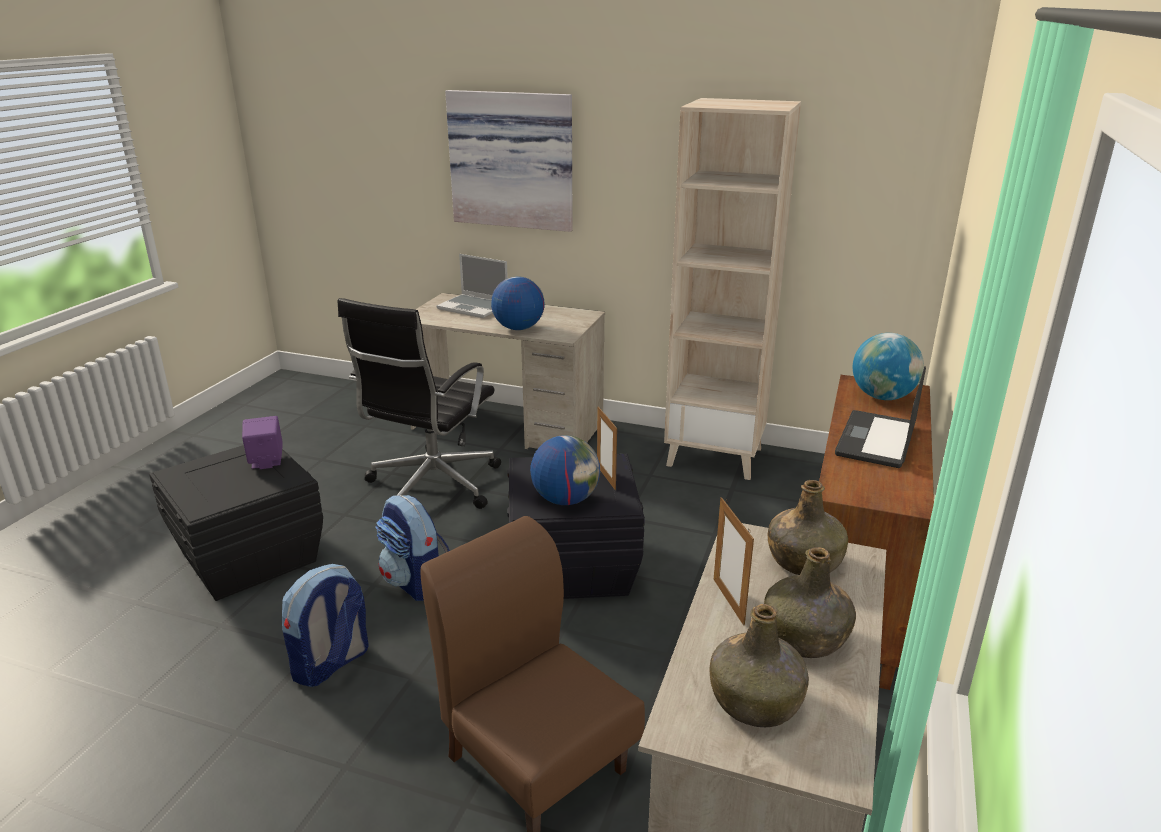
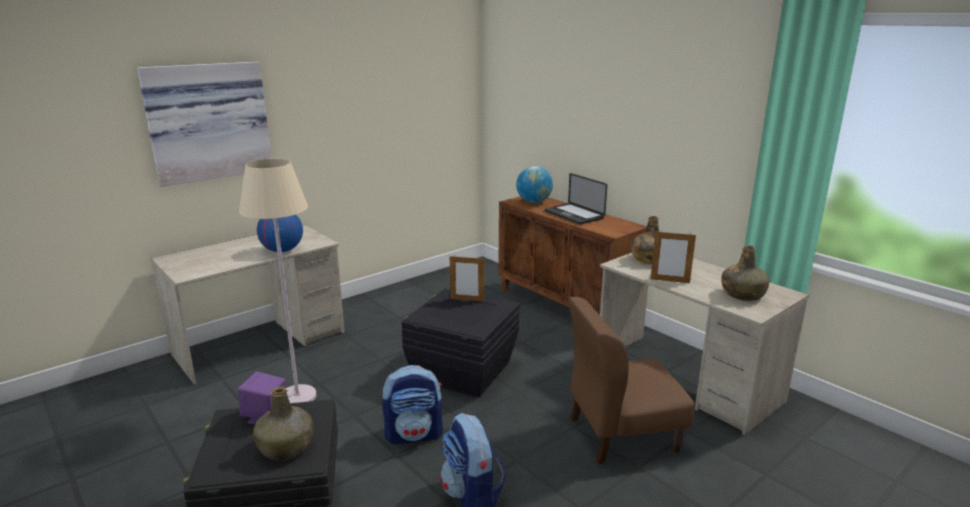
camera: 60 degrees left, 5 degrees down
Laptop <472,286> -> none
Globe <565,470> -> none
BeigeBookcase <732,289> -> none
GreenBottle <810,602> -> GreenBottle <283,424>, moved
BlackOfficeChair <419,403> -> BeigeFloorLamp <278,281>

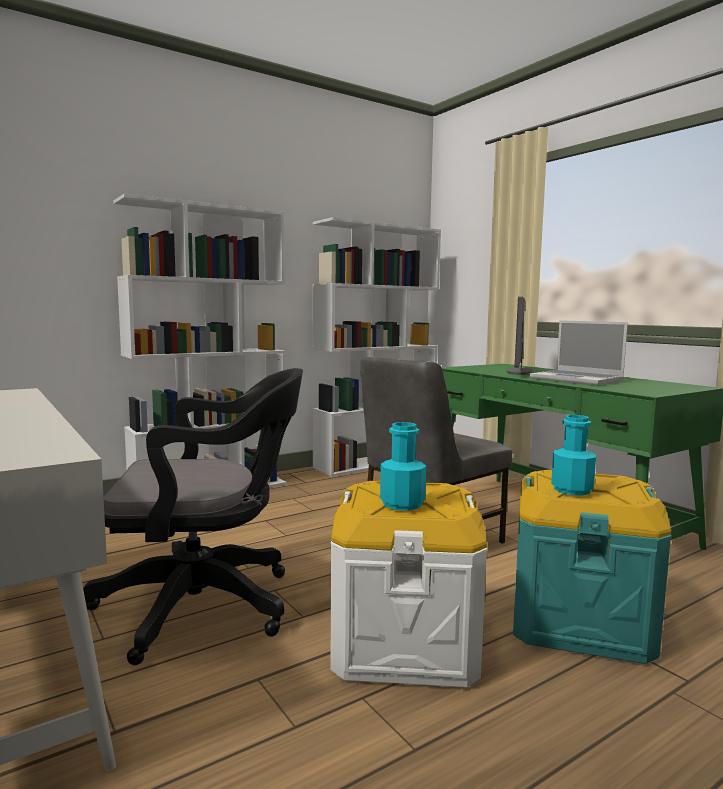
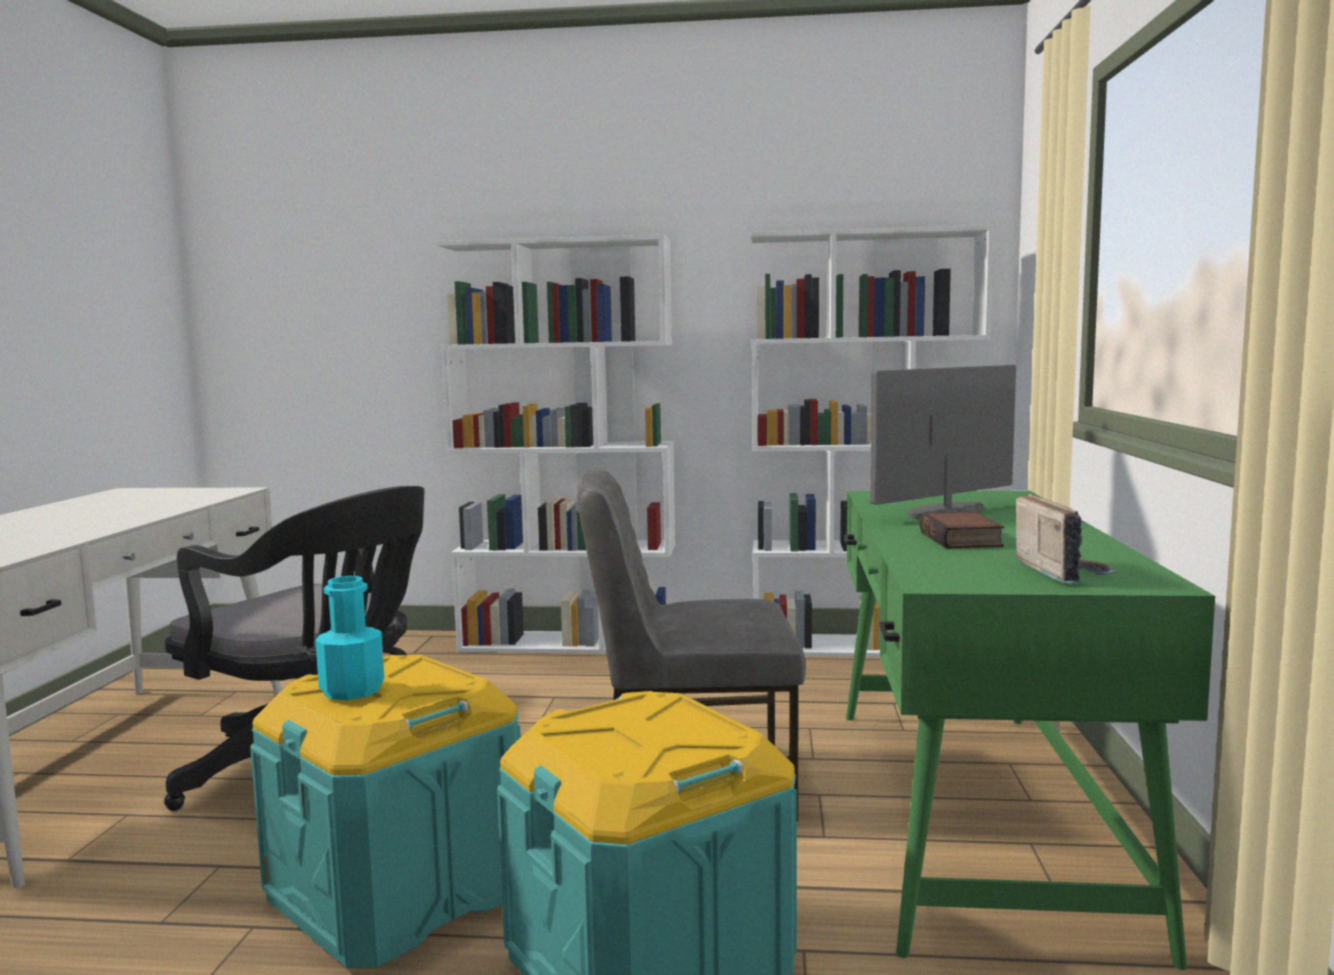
camera: 40 degrees right, 0 degrees up
TurquoiseBottle <573,455> -> none
none -> Radio <1067,538>
Laptop <579,353> -> Book <962,530>
WhiteStorageBox <408,584> -> TurquoiseStorageBox <385,811>

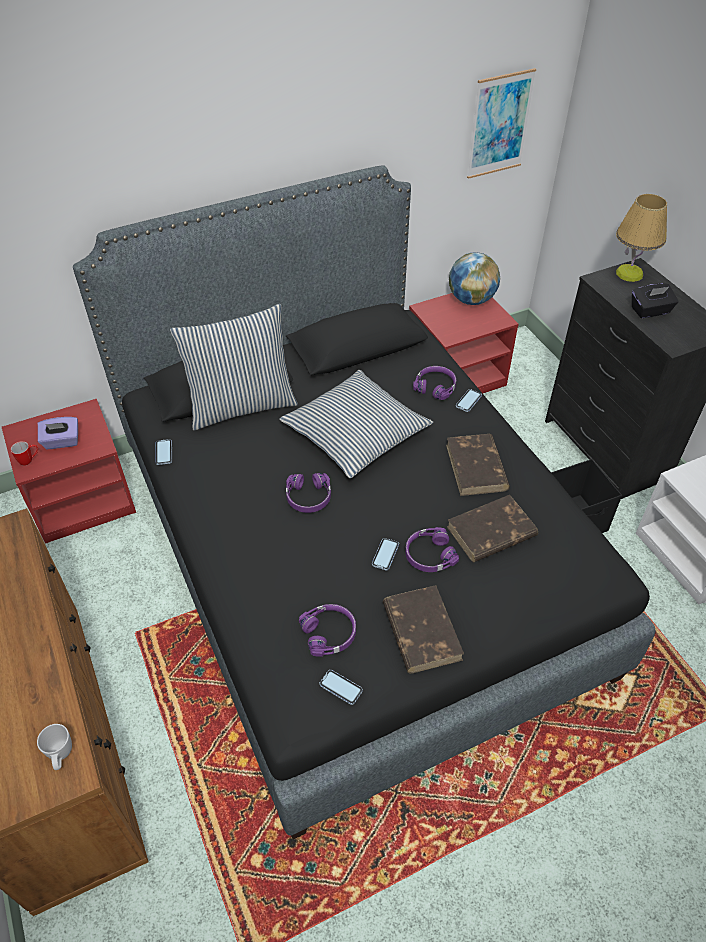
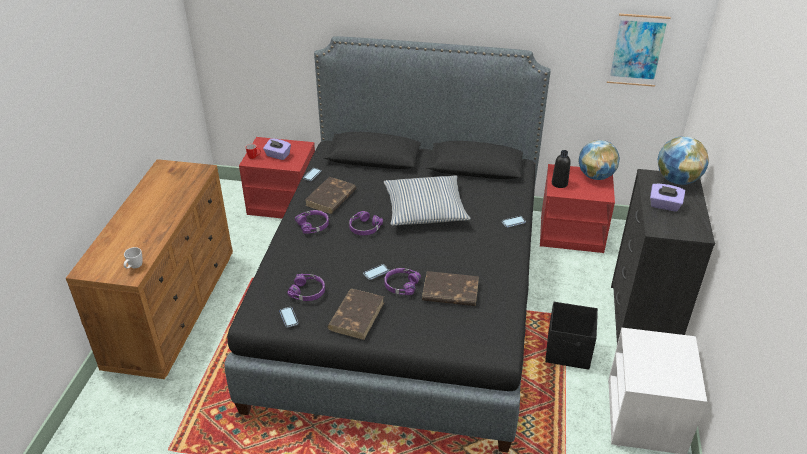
camera: 35 degrees right, 10 degrees down
Pillow <234,367> -> none
none -> BlackBottle <561,169>
PurpleHeadphones <434,383> -> PurpleHeadphones <312,222>, moved
BrownBook <478,465> -> BrownBook <330,195>, moved
TableLamp <641,238> -> Globe <683,160>
BlackTissueBox <655,300> -> PurpleTissueBox <667,198>

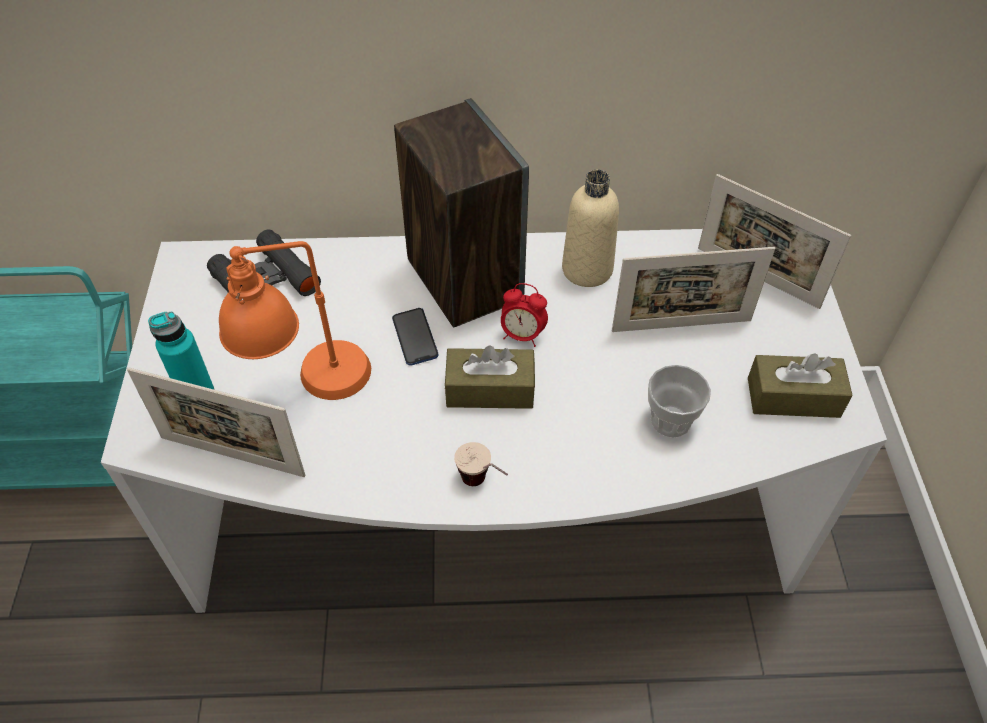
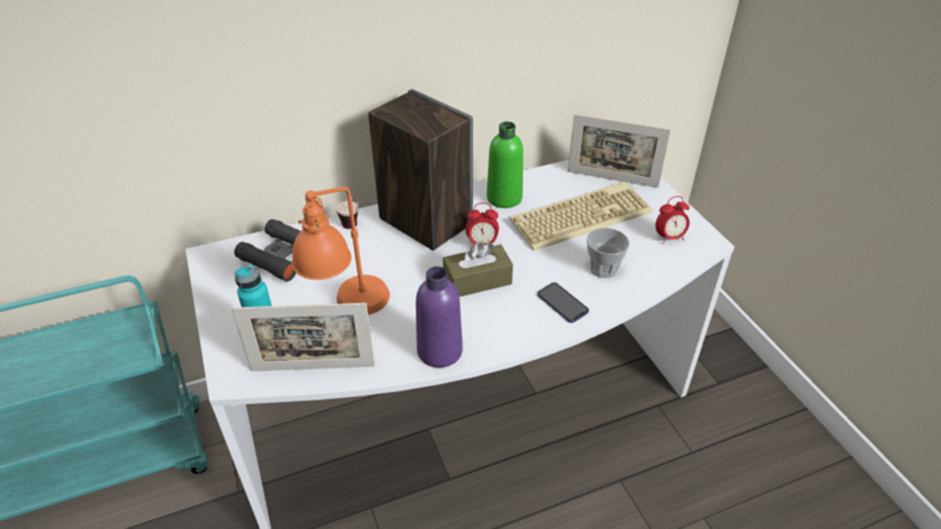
camera: 20 degrees left, 10 degrees down
none -> PurpleBottle <439,317>
Phone <415,337> -> Phone <563,302>, moved
Cup <481,464> -> Cup <353,215>, moved
PictureFrame <693,289> -> Keyboard <581,216>
BrownTissueBox <800,385> -> AlarmClock <672,220>
BeigeBottle <590,228> -> GreenBottle <505,164>

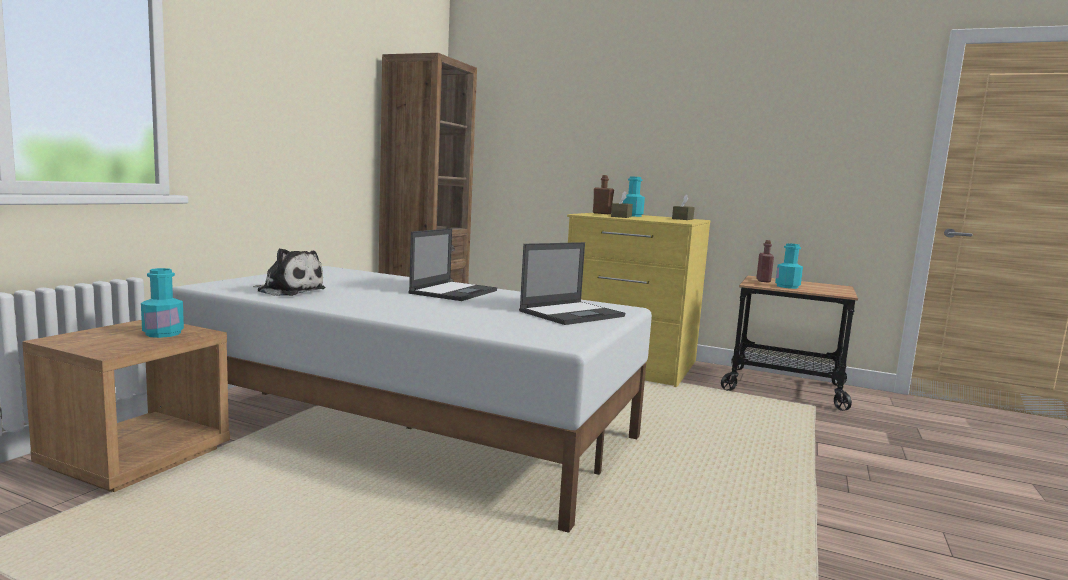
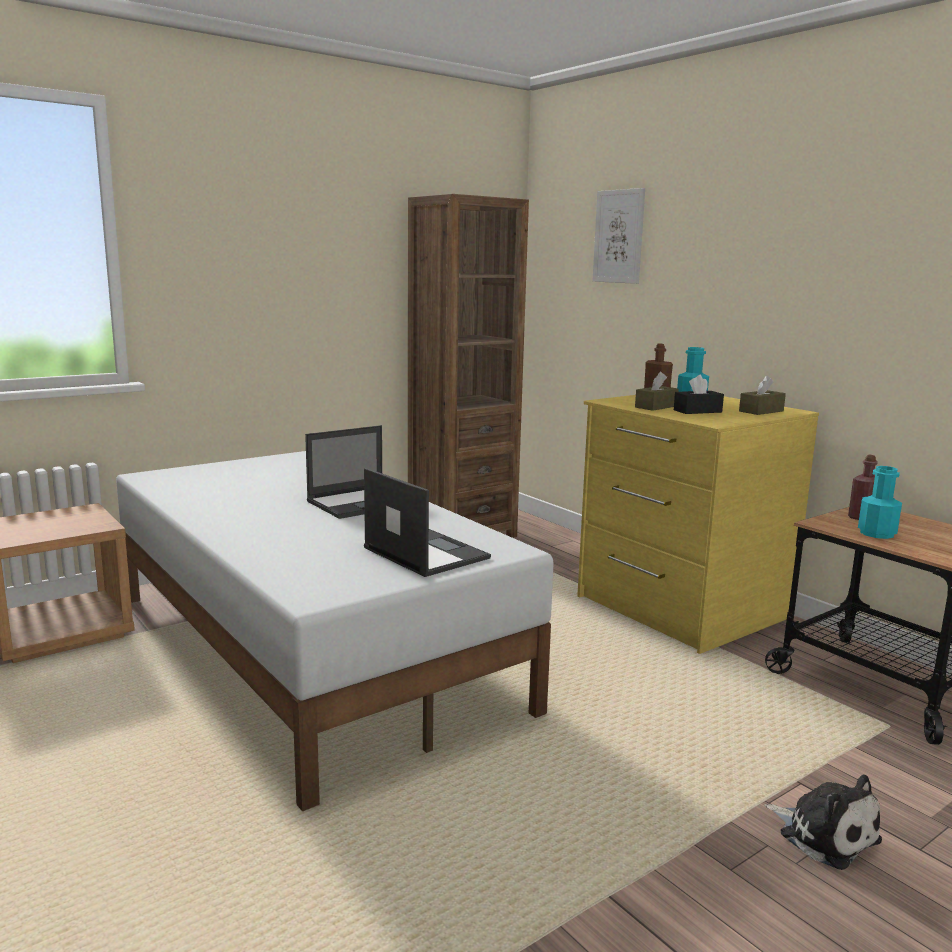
camera: 30 degrees right, 5 degrees up
TurquoiseBottle <162,303> -> none
none -> Picture <619,236>
none -> BlackTissueBox <699,394>
PlushToy <289,272> -> PlushToy <823,822>, moved
Laptop <572,283> -> Laptop <427,522>, 120 degrees counterclockwise

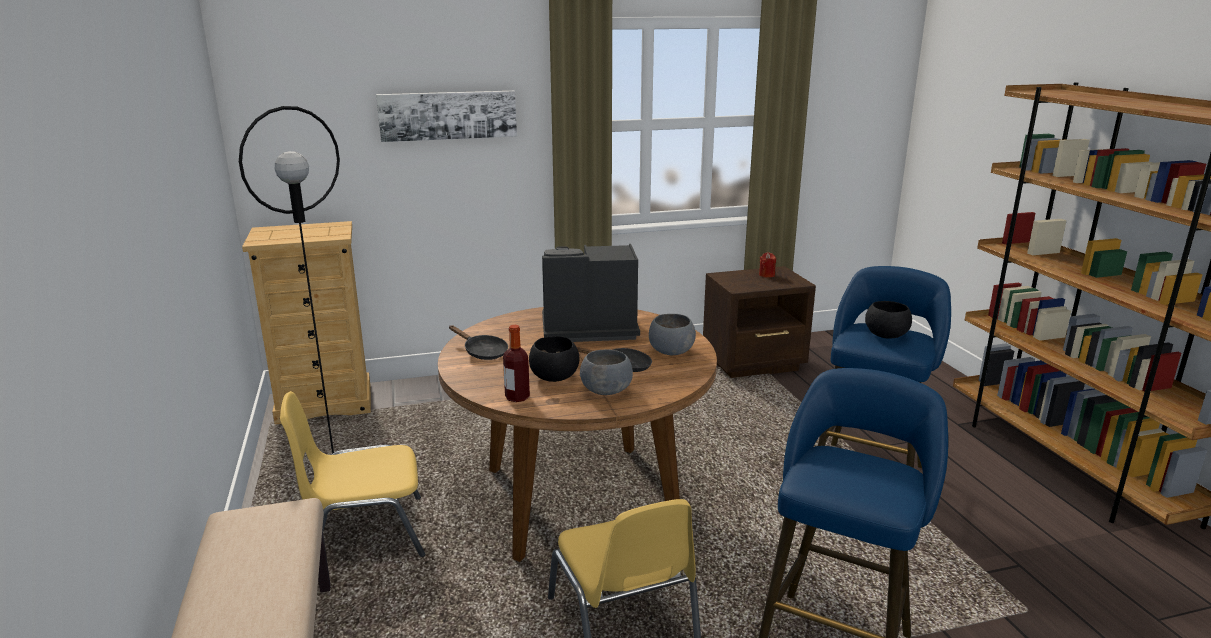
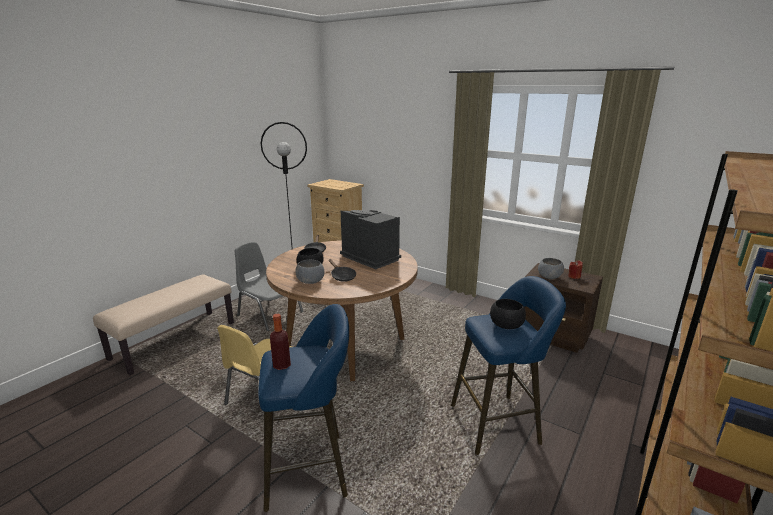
camera: 50 degrees right, 0 degrees up
Picture <446,116> -> none
Bottle <516,363> -> Bottle <280,342>, moved
GreyBowl <672,334> -> GreyBowl <551,268>, moved
YellowChair <352,474> -> GreyChair <269,286>

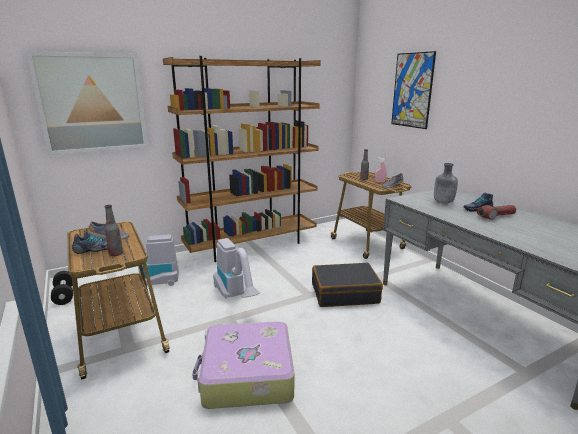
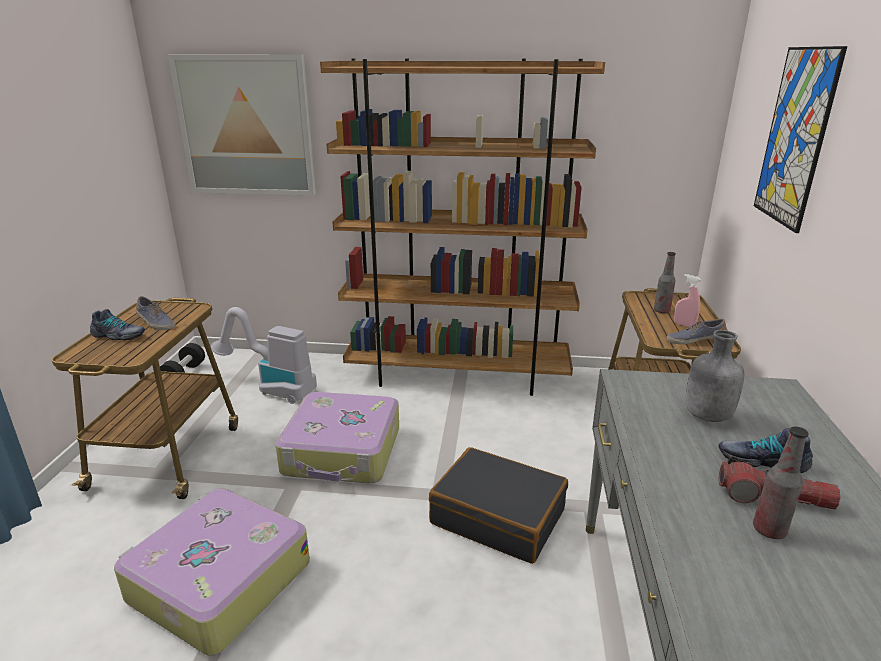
camera: 35 degrees right, 5 degrees up
Bottle <113,230> -> Bottle <781,483>, moved
VacuumCleaner <236,268> -> Suitcase <337,437>

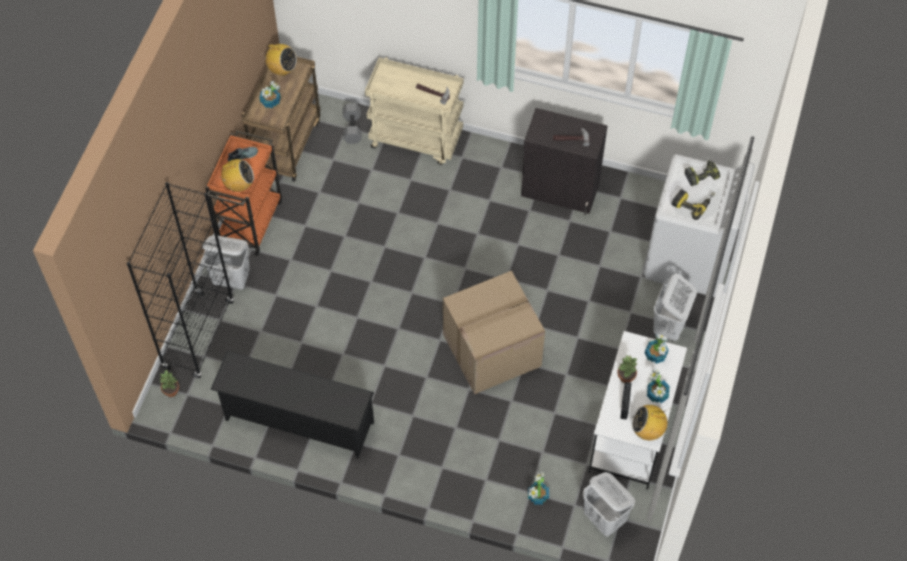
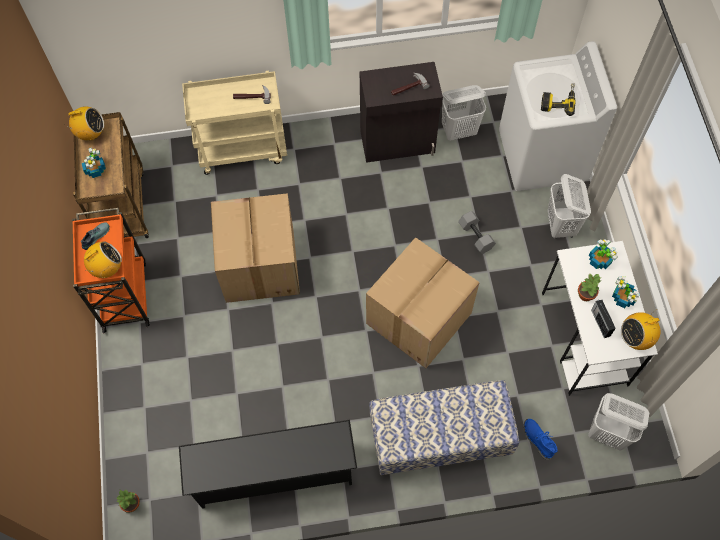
camera: 25 degrees left, 5 degrees up
BlackBookcase <180,280> -> none
PowerDrill <702,173> -> none
none -> CardboardBox <255,248>
none -> Bench <444,427>
WhiteLaundryBasket <226,262> -> WhiteLaundryBasket <464,113>, moved
GreyDumbbell <352,123> -> GreyDumbbell <477,232>, moved
PottedPlant <538,488> -> BlueBoot <540,439>

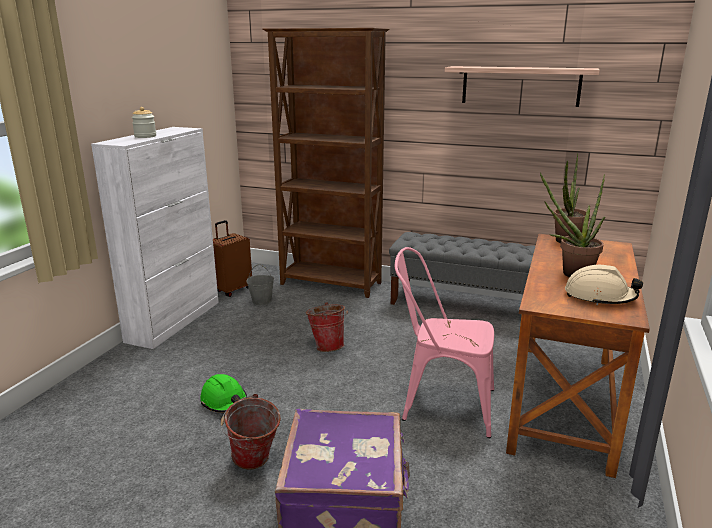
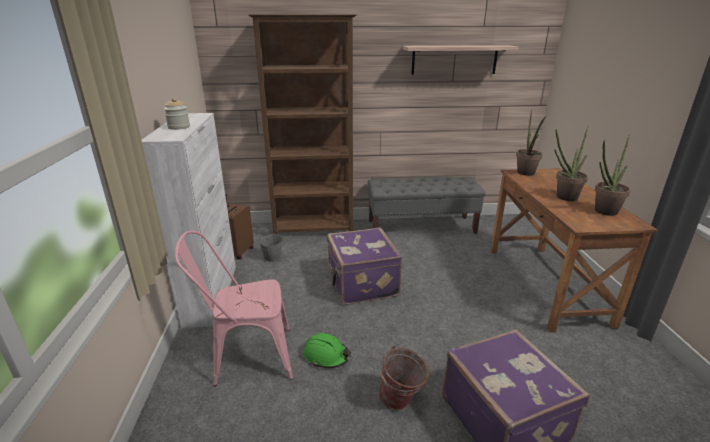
camera: 25 degrees left, 5 degrees up
PinkChair <444,342> -> PinkChair <234,308>, moved
Bucket <327,327> -> PurpleSuitcase <364,266>
BeigeHardHat <604,285> -> PottedPlant <613,175>

